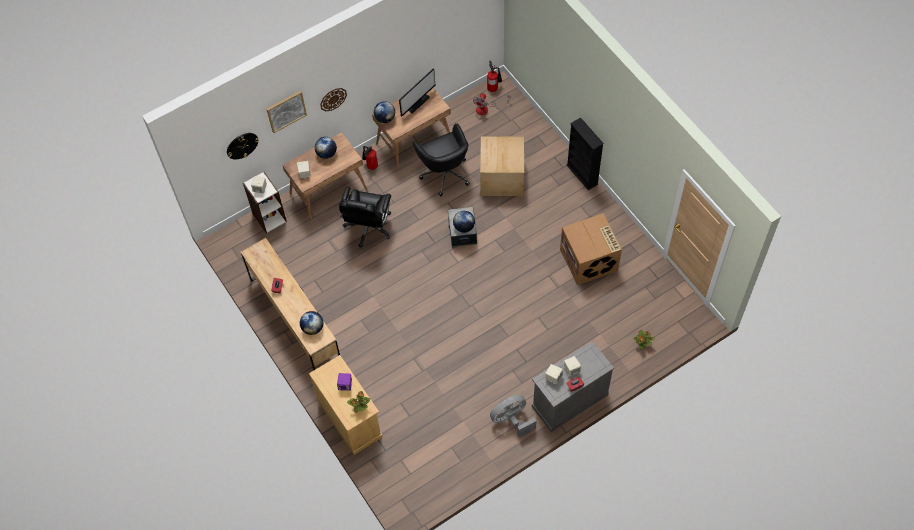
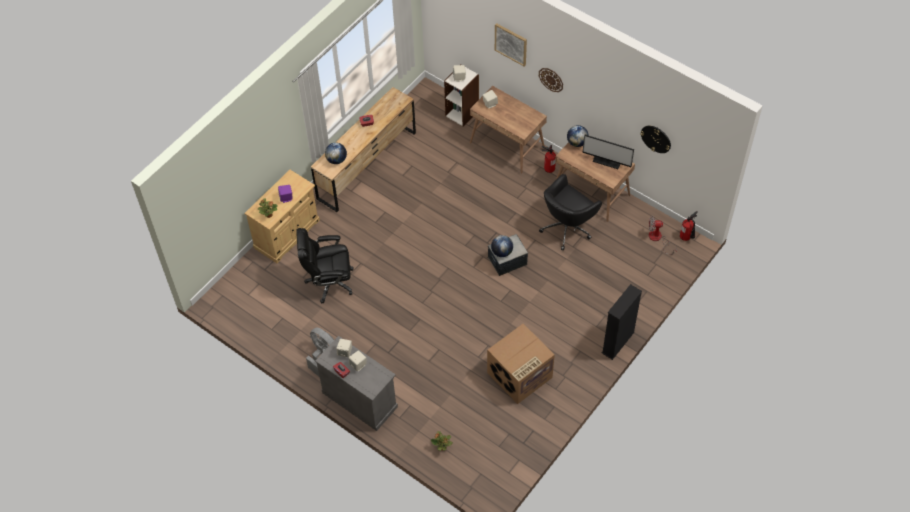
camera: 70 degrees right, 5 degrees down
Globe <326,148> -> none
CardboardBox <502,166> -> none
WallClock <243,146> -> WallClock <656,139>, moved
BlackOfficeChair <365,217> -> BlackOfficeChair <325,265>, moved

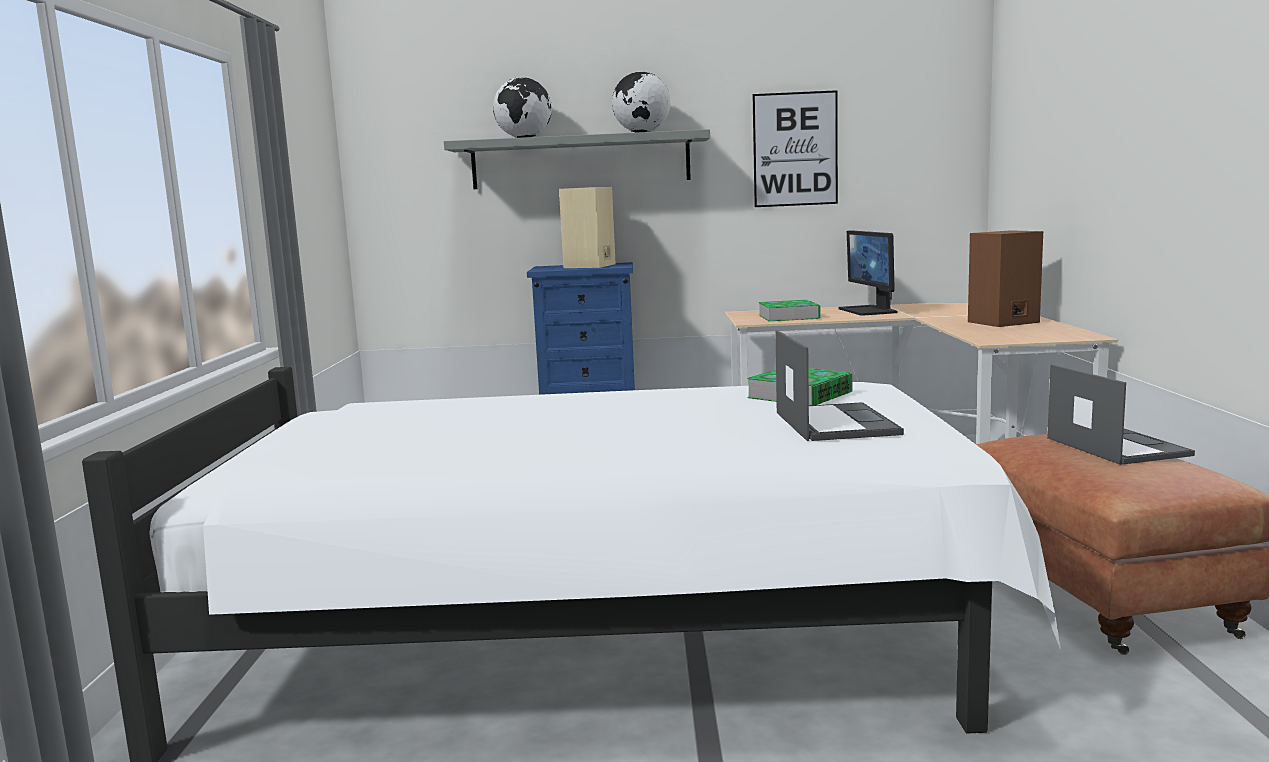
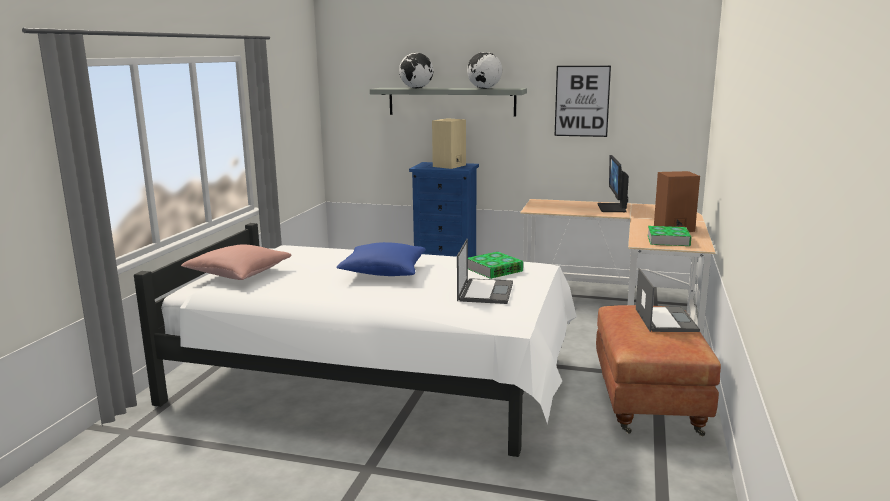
camera: 15 degrees right, 5 degrees up
none -> PinkPillow <236,262>
none -> BluePillow <381,259>
Book <789,310> -> Book <669,236>, moved

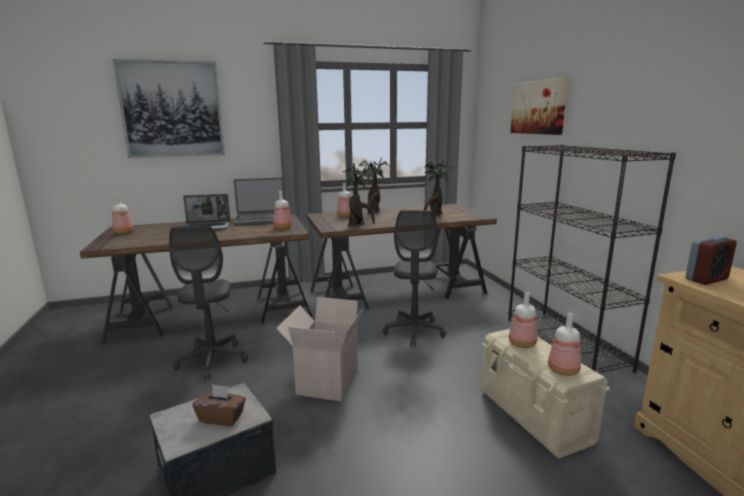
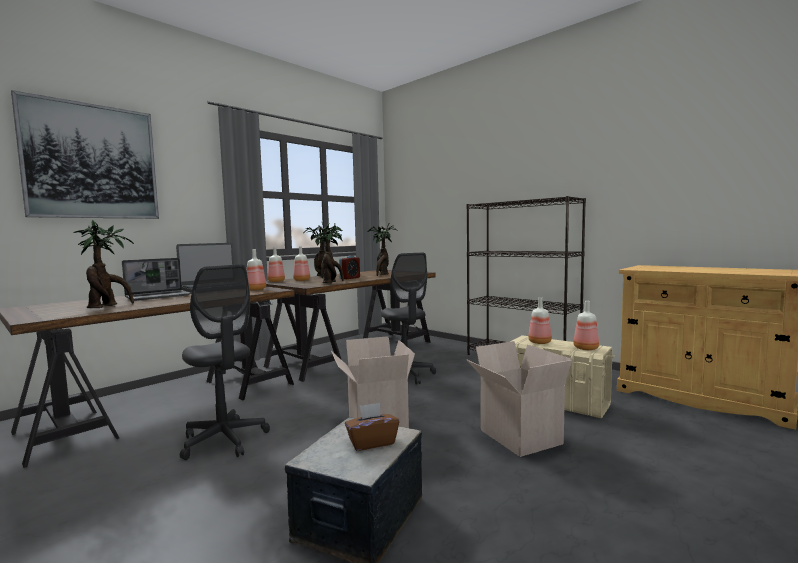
camera: 30 degrees left, 10 degrees down
Picture <539,106> -> none
none -> PottedPlant <103,264>
none -> CardboardBox <519,399>
Bottle <123,214> -> Bottle <276,264>, moved
AlarmClock <711,260> -> AlarmClock <349,267>, moved

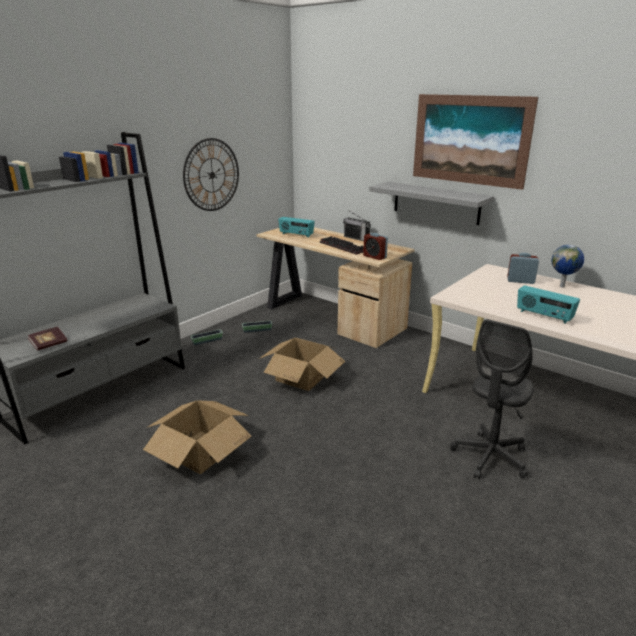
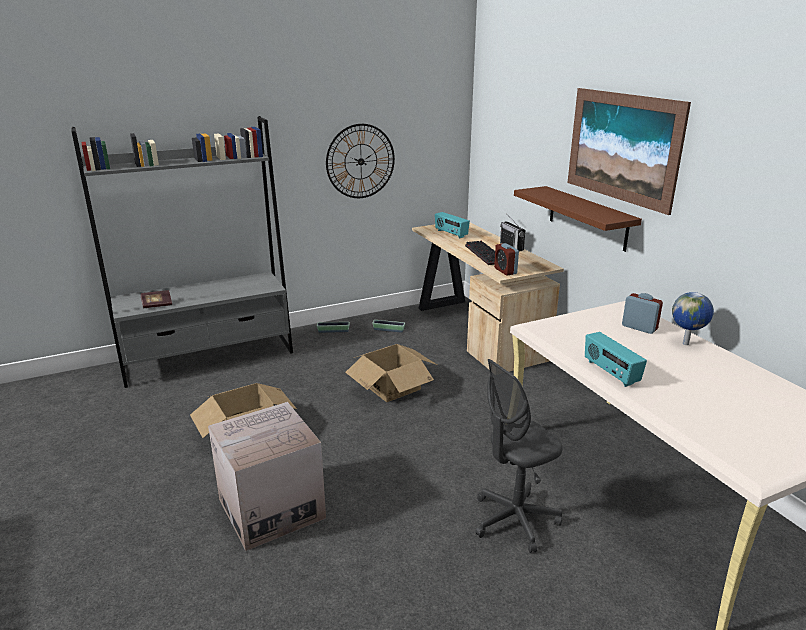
camera: 25 degrees right, 0 degrees up
none -> CardboardBox <267,476>
GreyShelf <431,203> -> BrownShelf <578,219>

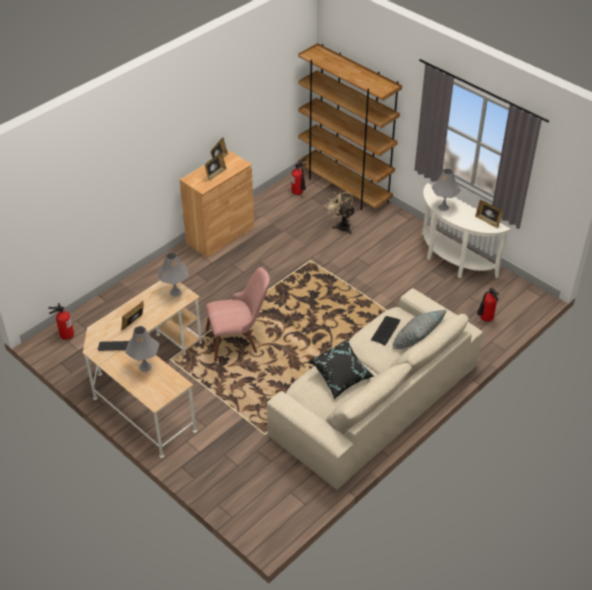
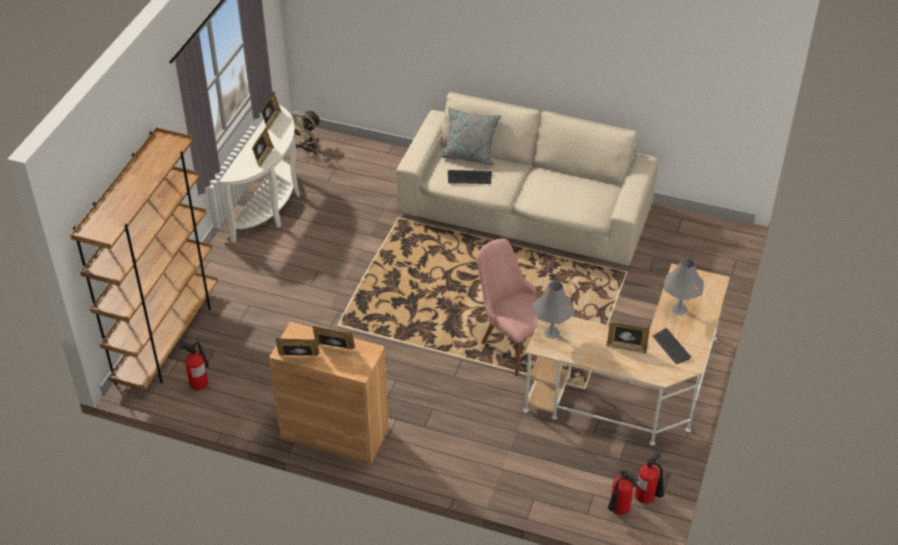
camera: 115 degrees left, 0 degrees up
BlackPillow <341,369> -> none
BeigeFan <340,211> -> BeigeFan <305,132>, moved
FireExtinguisher <488,305> -> FireExtinguisher <649,476>, moved
GreyTableLamp <446,189> -> PictureFrame <263,147>

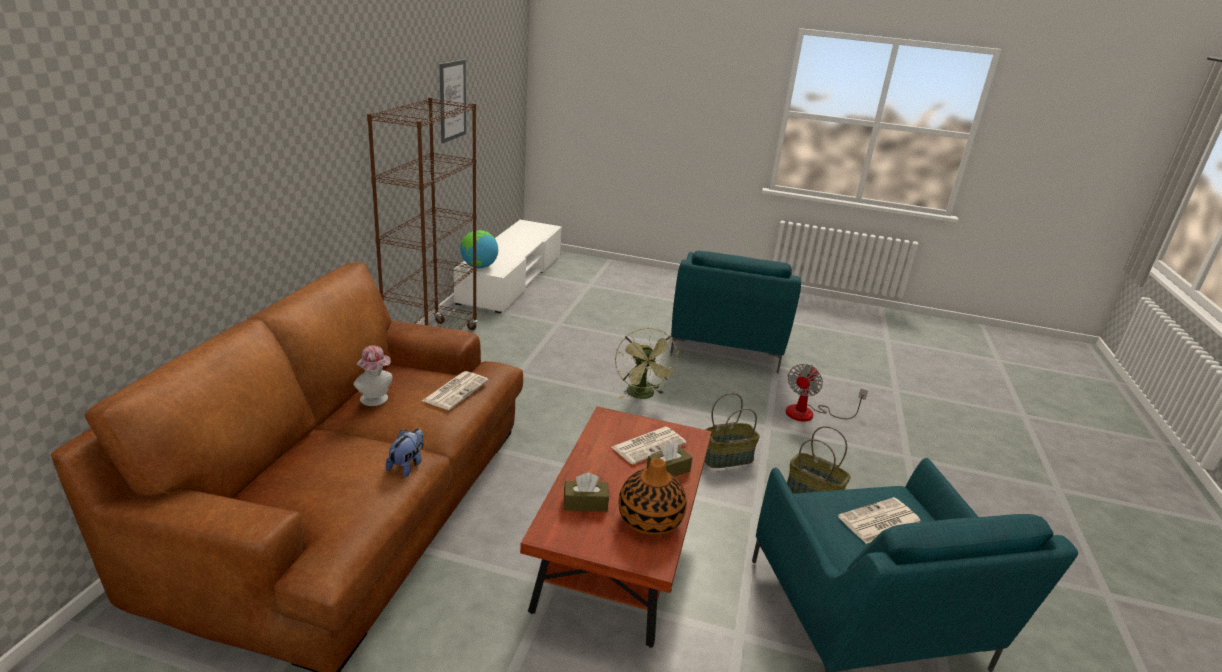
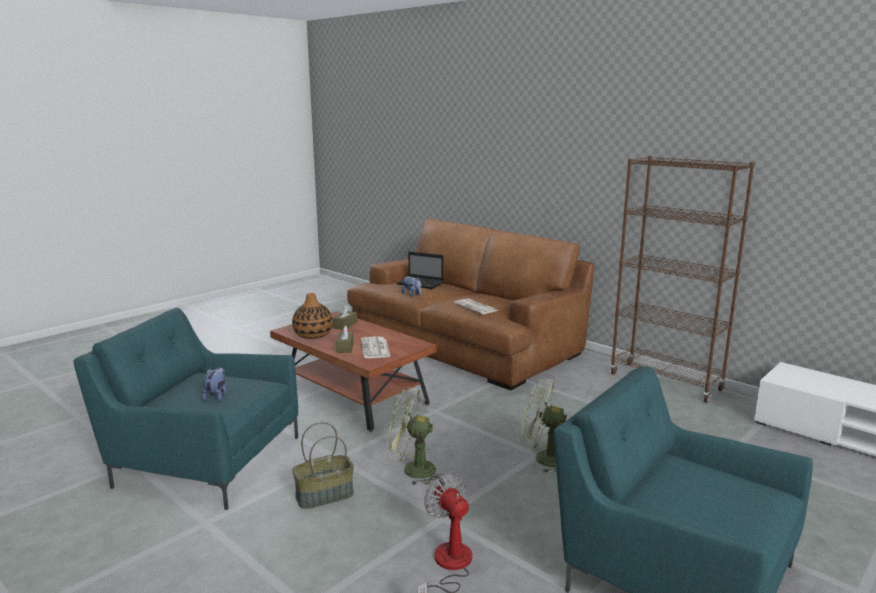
camera: 120 degrees right, 10 degrees down
Hat <372,375> -> none
Picture <452,101> -> none
Globe <479,249> -> none
none -> Laptop <420,270>
Basket <732,430> -> GreenFan <415,436>
Newspaper <879,520> -> PlushToy <214,384>

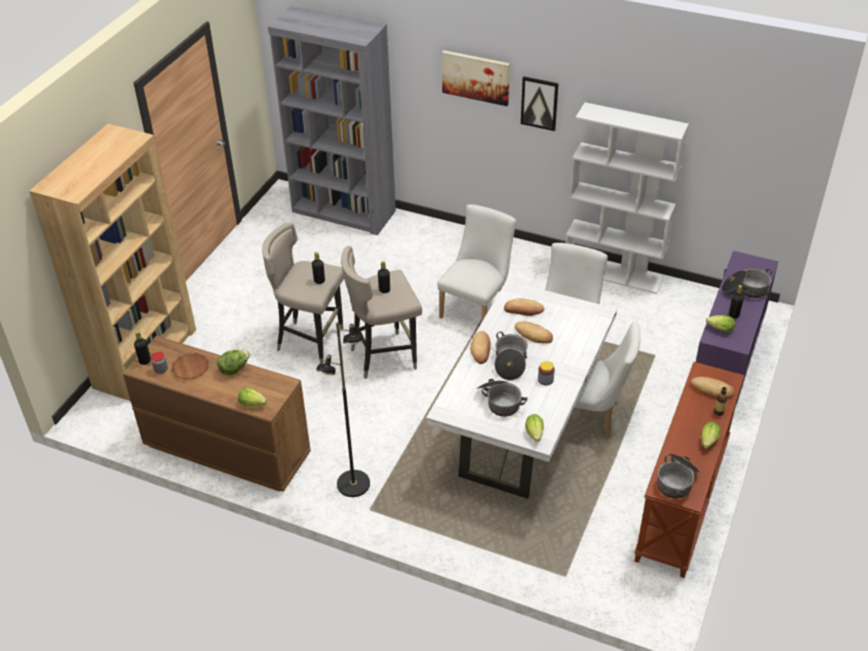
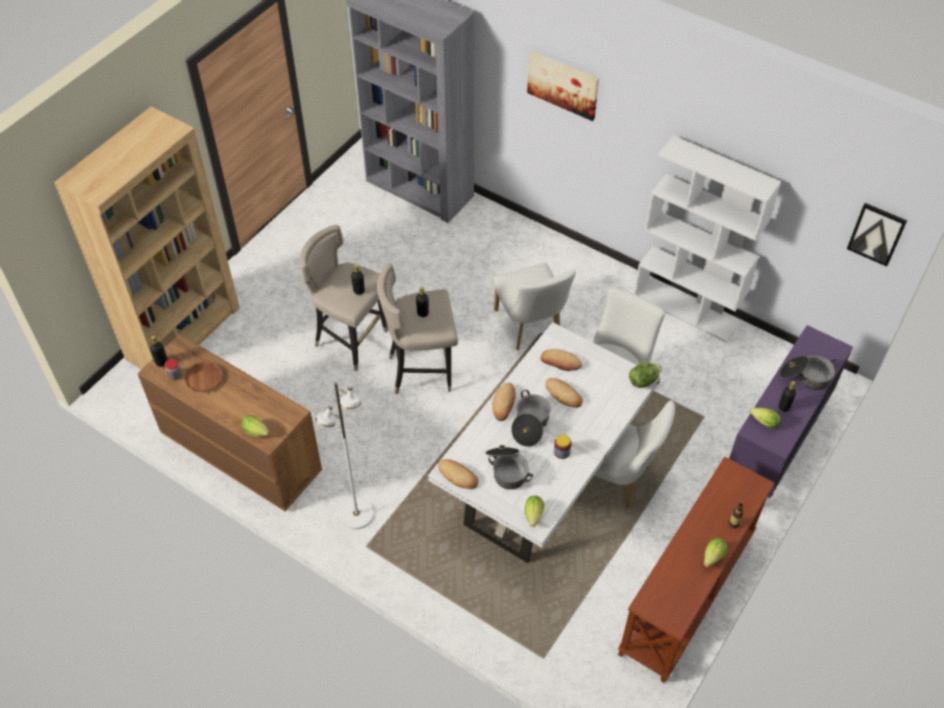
camera: 10 degrees right, 10 degrees up
CookingPot <678,475> -> none
Lettuce <233,362> -> Lettuce <645,375>, moved
Picture <540,103> -> Picture <877,235>, moved
Bread <713,387> -> Bread <458,474>, moved
BlackFloorLamp <343,409> -> WhiteFloorLamp <345,455>
WhiteChair <476,262> -> WhiteChair <534,306>, 120 degrees clockwise

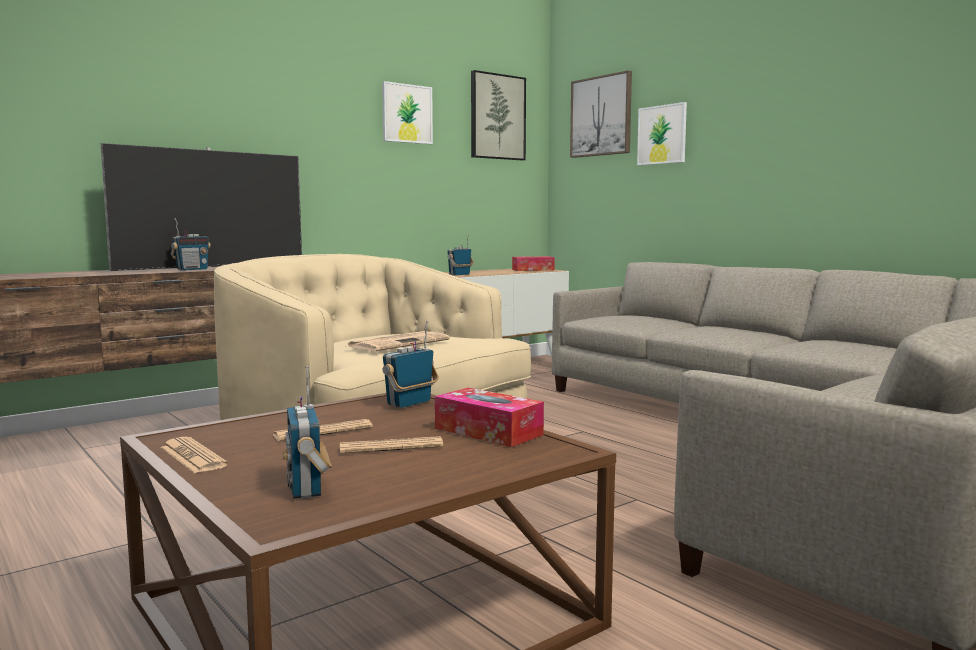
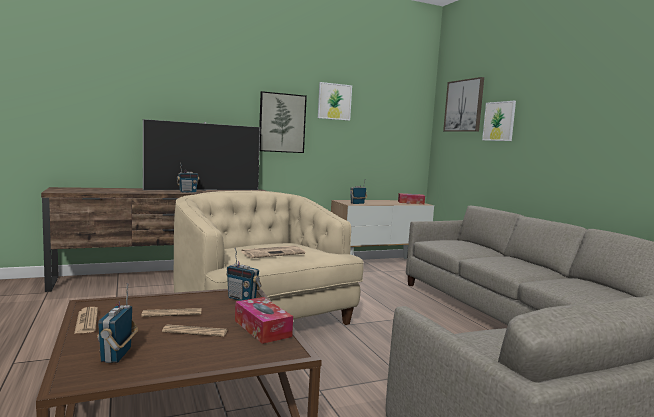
camera: 15 degrees right, 0 degrees up
Picture <498,115> -> Picture <283,122>, moved
Radio <411,364> -> Radio <244,274>, 120 degrees counterclockwise

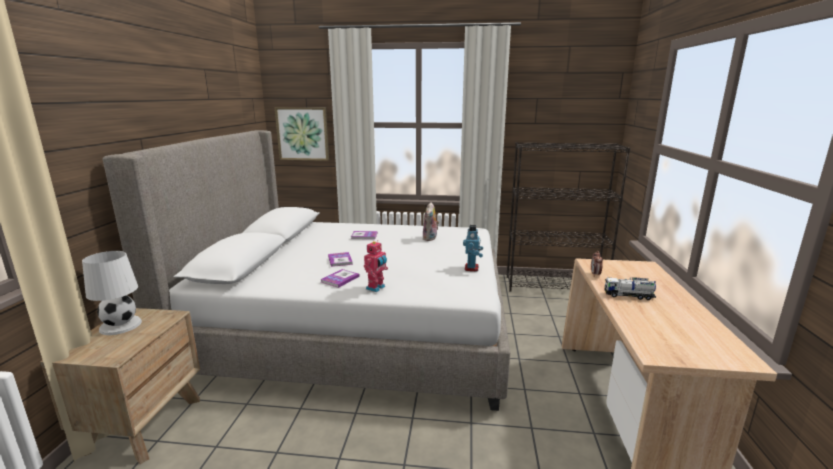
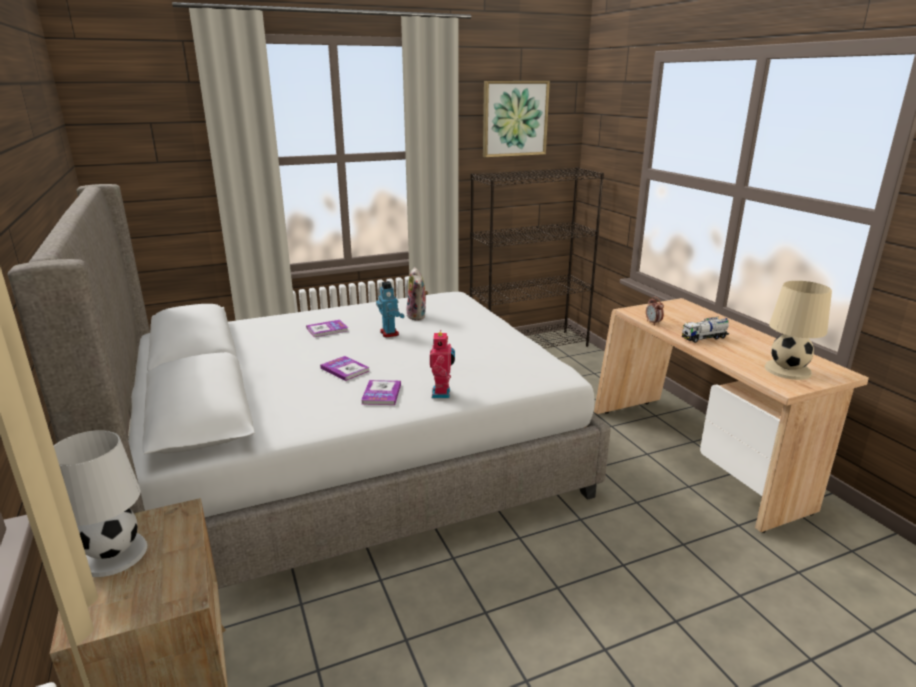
camera: 30 degrees left, 5 degrees up
none -> BeigeTableLamp <798,330>
Picture <302,134> -> Picture <516,119>, moved
ToyRobot <473,248> -> ToyRobot <390,309>, moved

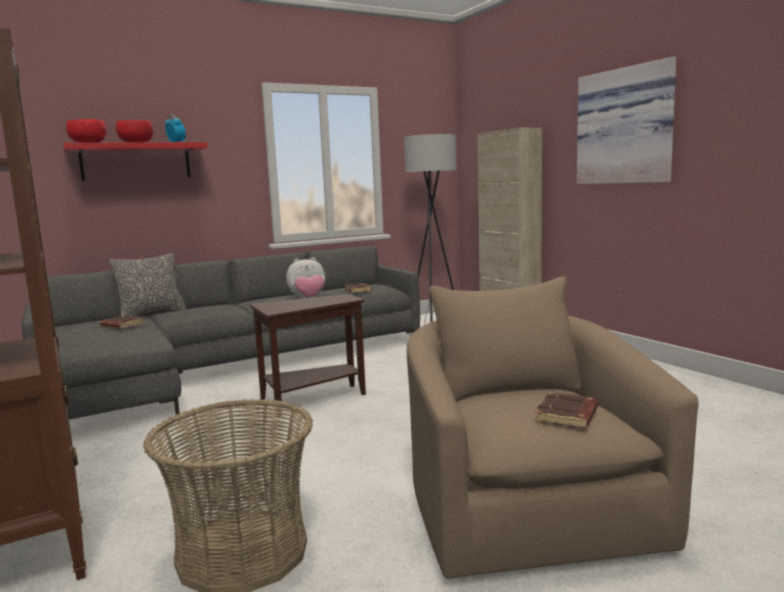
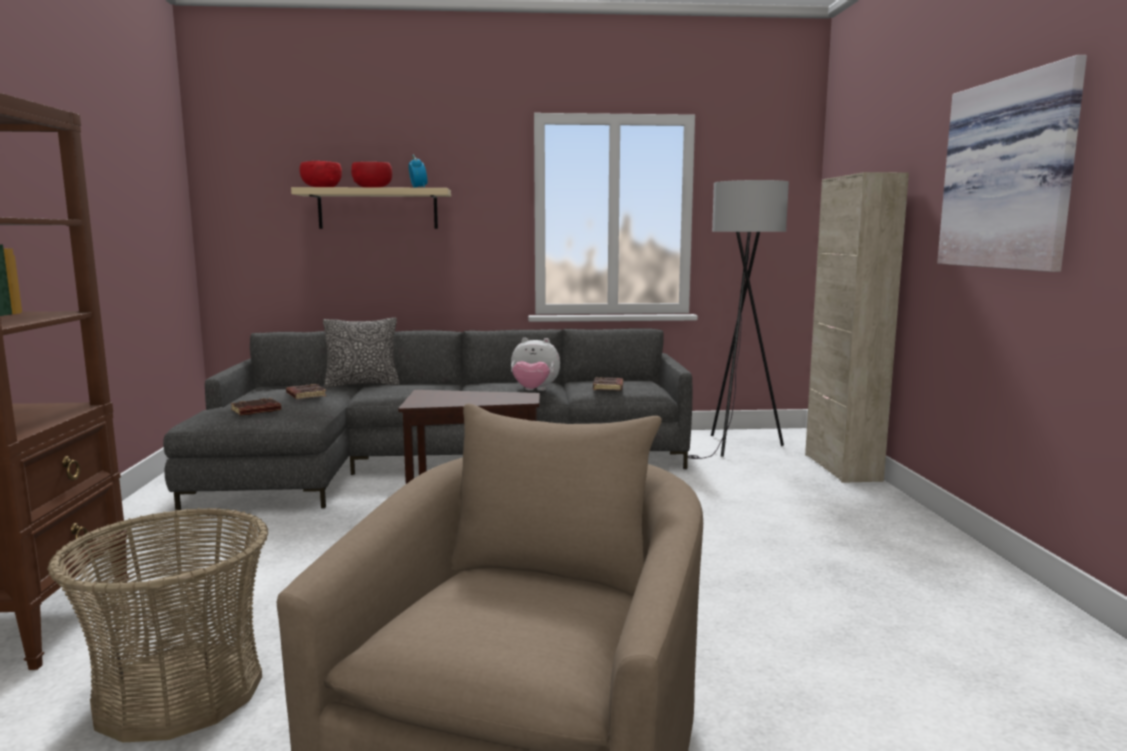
camera: 25 degrees right, 0 degrees up
BrownBook <567,410> -> BrownBook <256,406>, moved
RedShelf <135,161> -> BeigeShelf <371,208>

